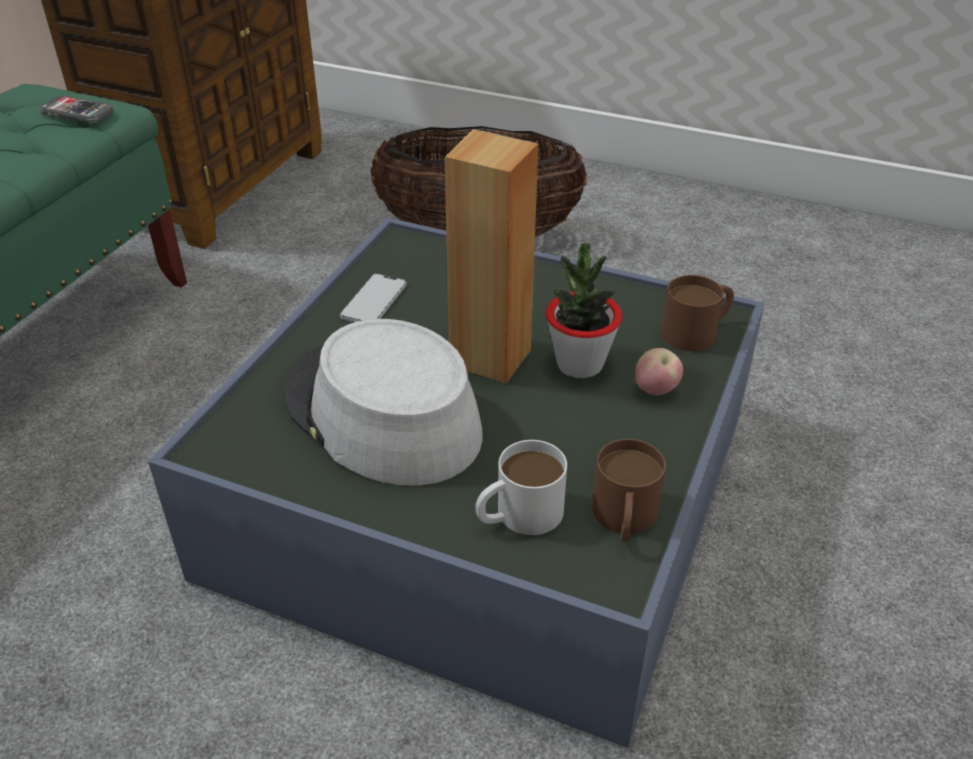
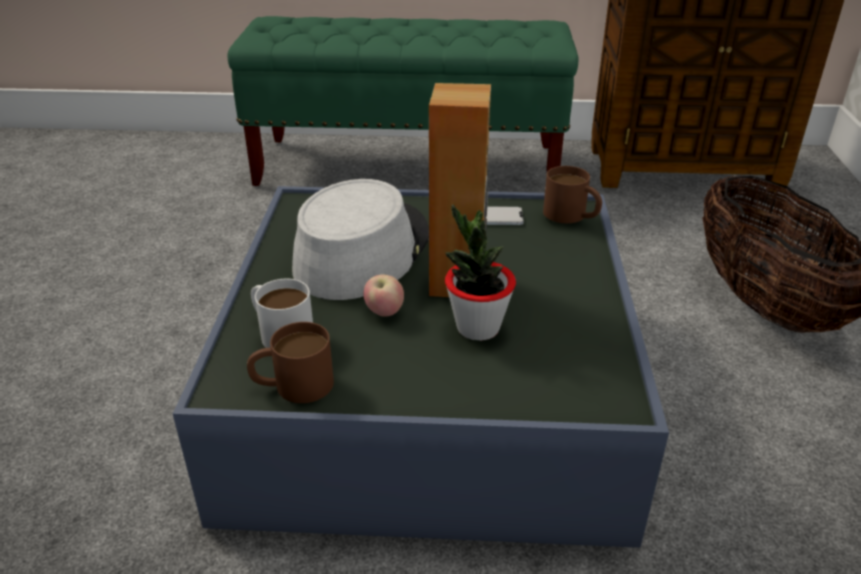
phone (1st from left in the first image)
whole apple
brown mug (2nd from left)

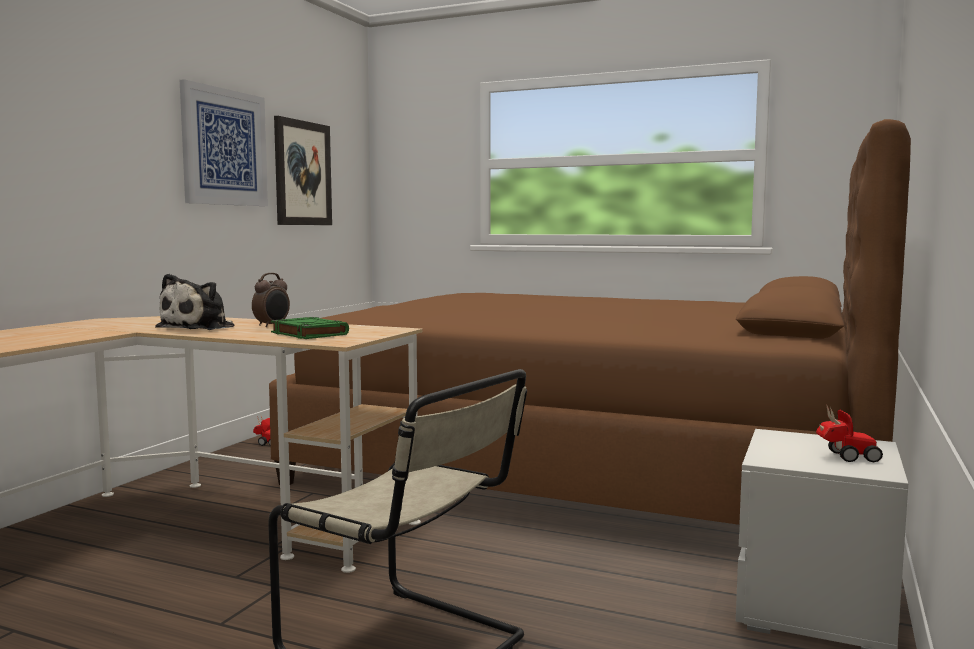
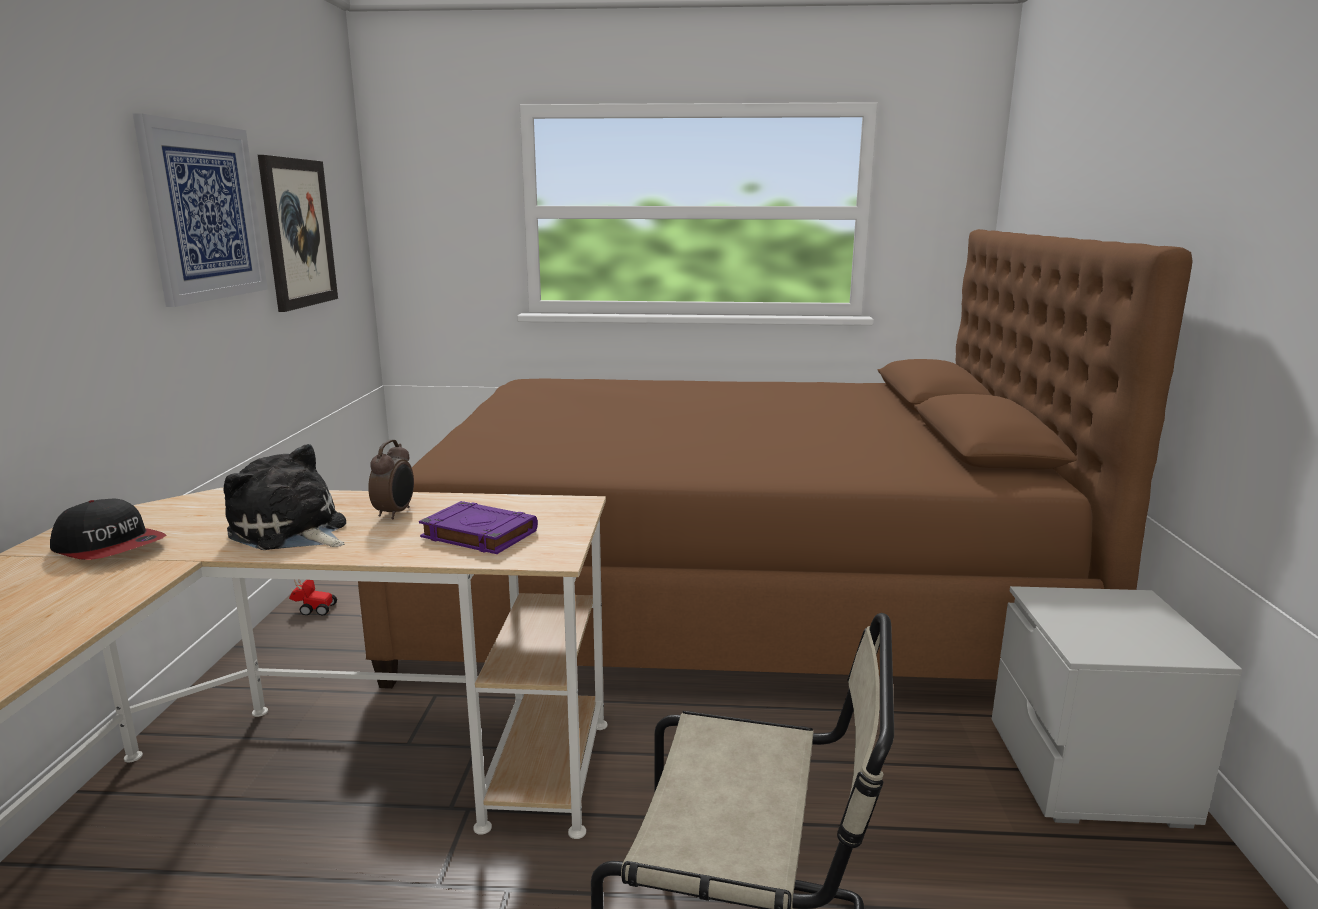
miniature car (2nd from left in the first image)
cap
purple volume
plush toy

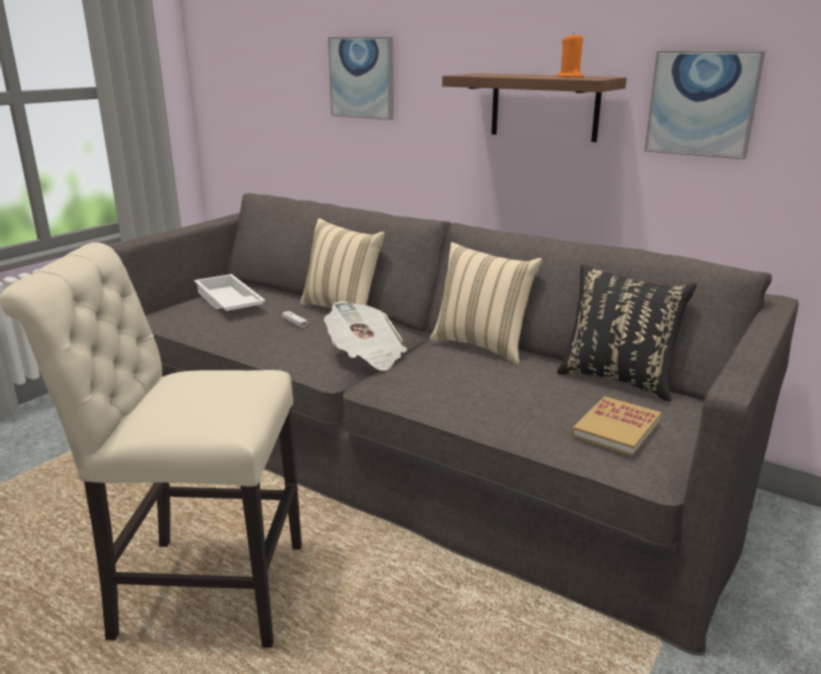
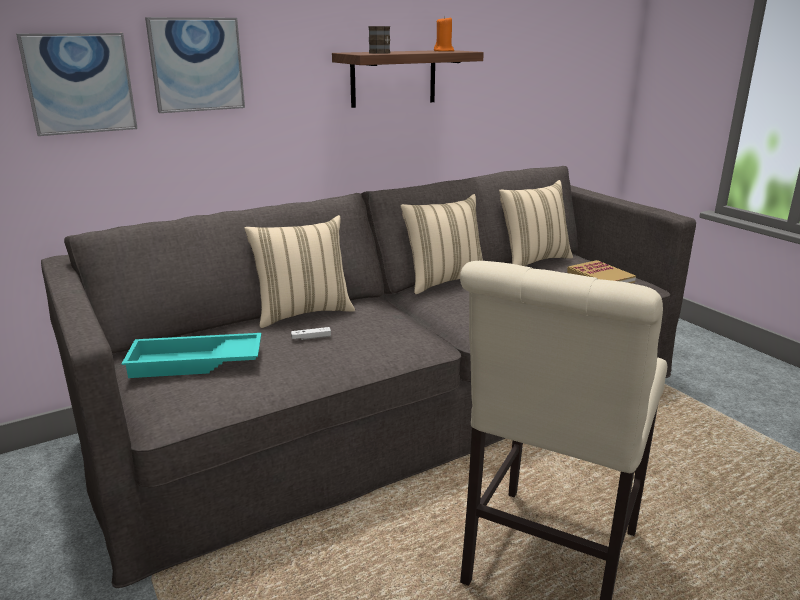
newspaper
brown mug
picture (1st from left)
turquoise-coloured tray
beige-coloured throw pillow (3rd from left)

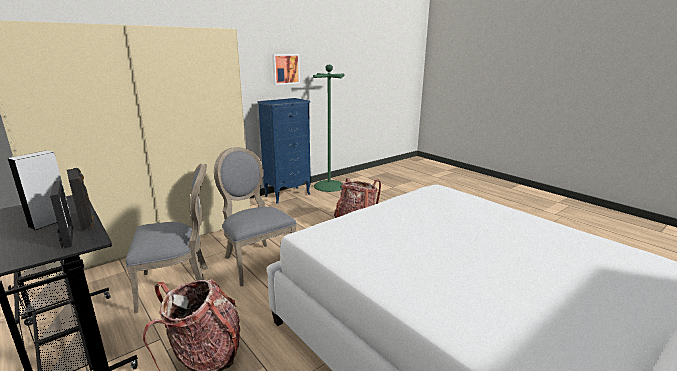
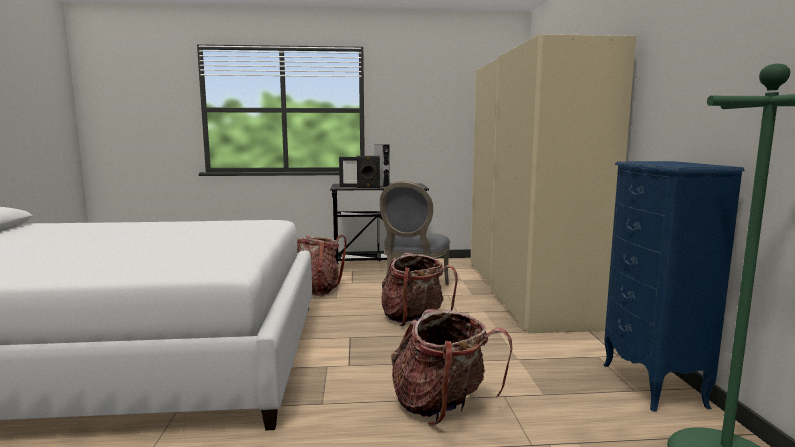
picture
rucksack (2nd from left)

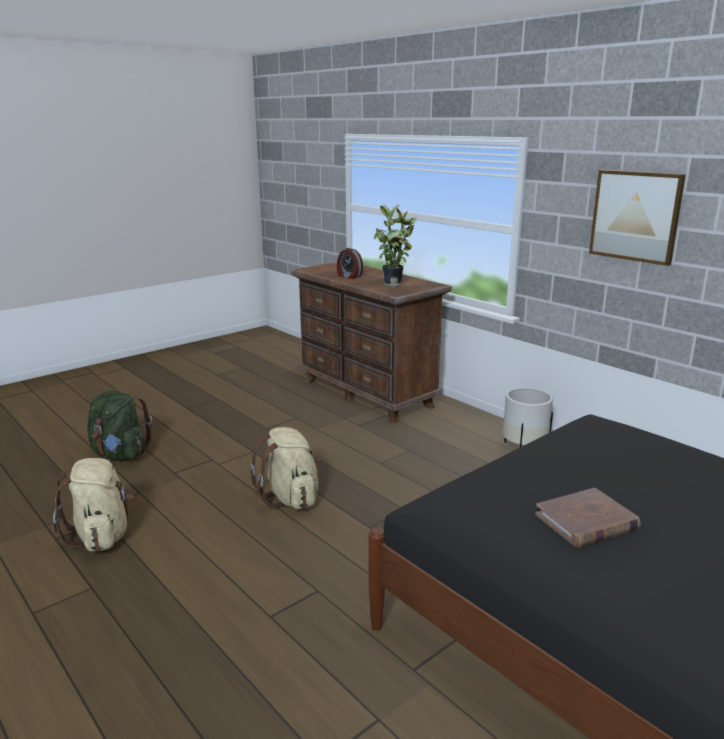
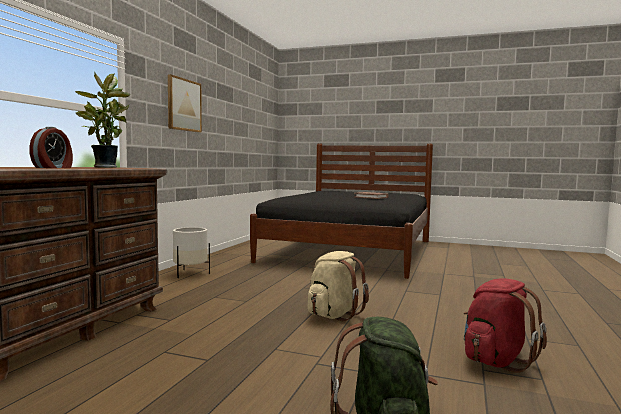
red rucksack

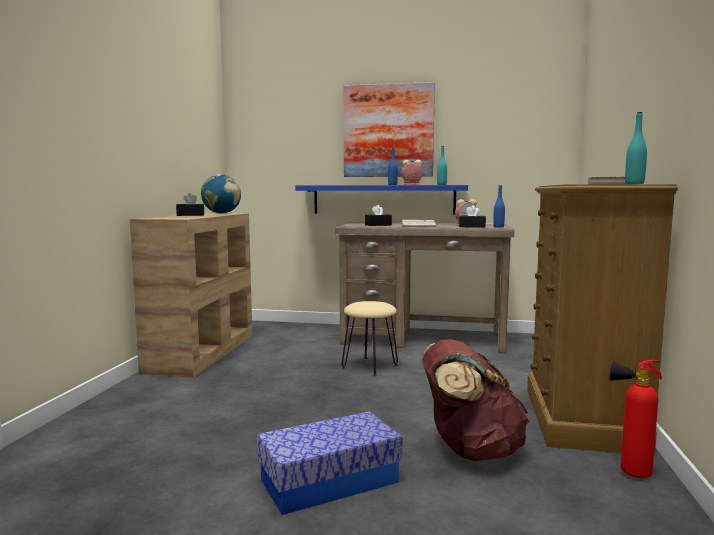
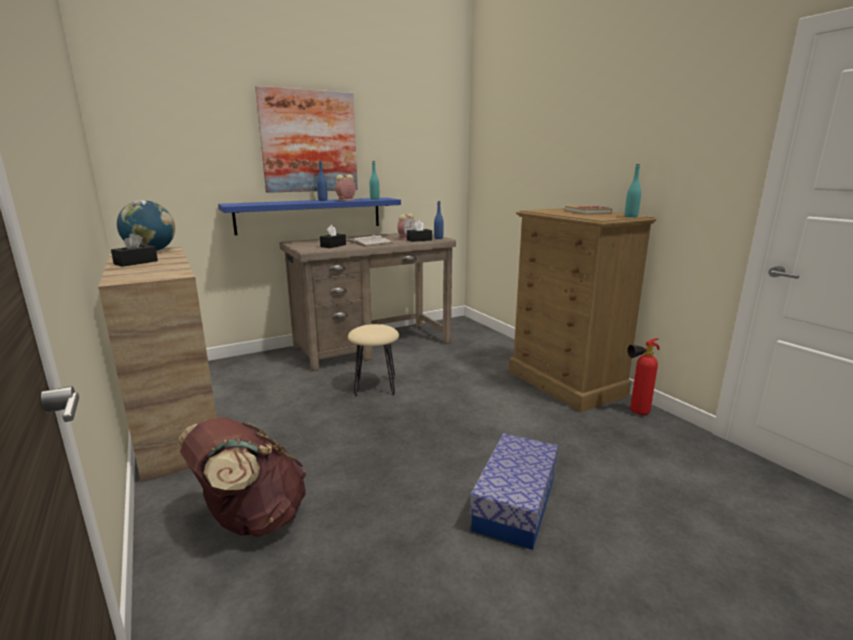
brown rucksack

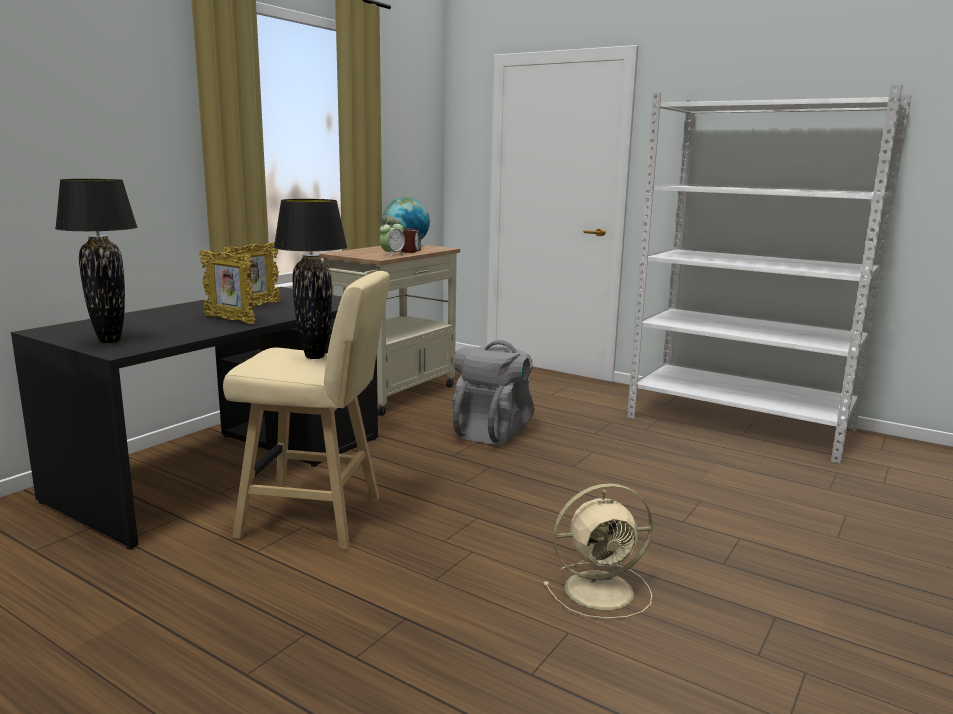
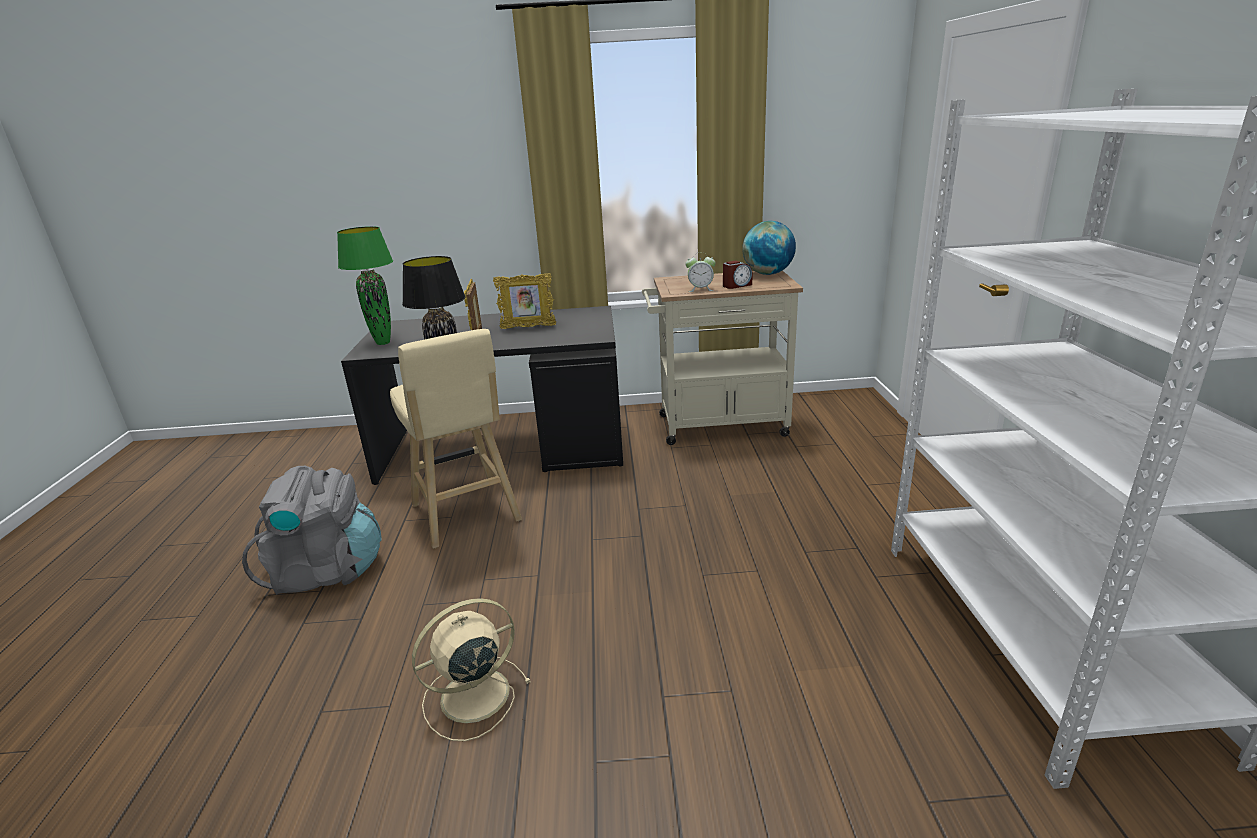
grey rucksack
green lamp for a table
beige-coloured electric fan

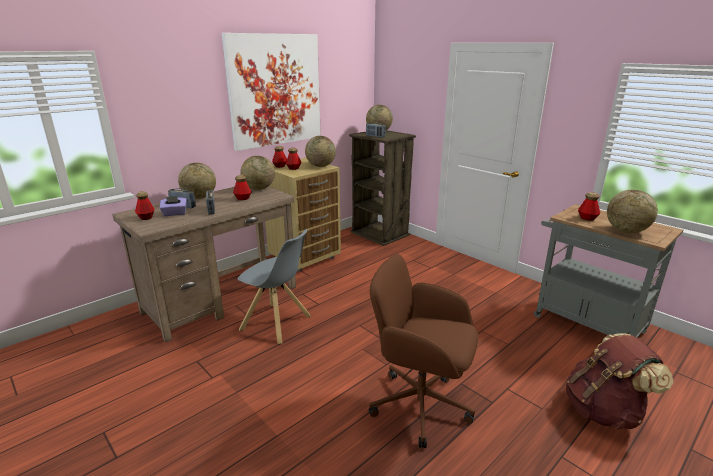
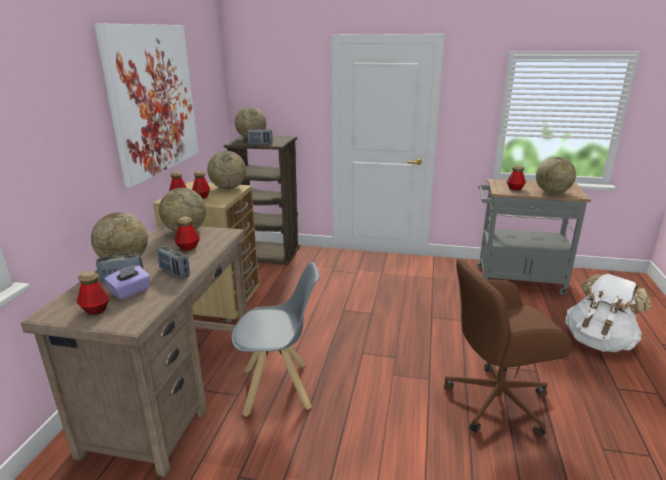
white rucksack

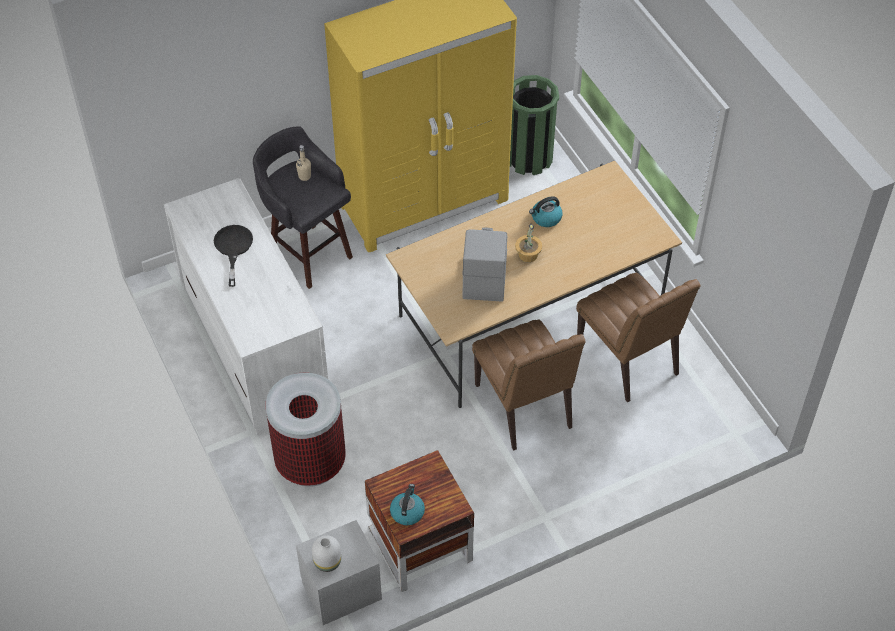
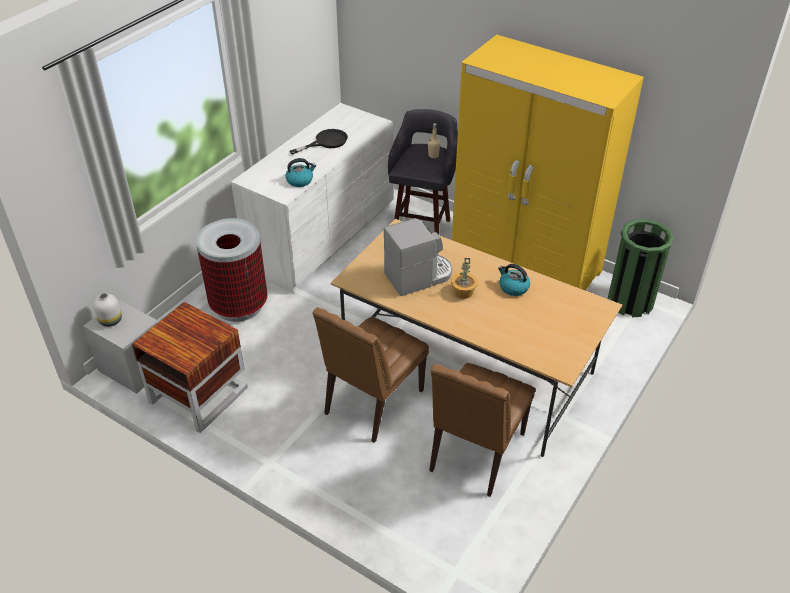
water kettle (1st from left)

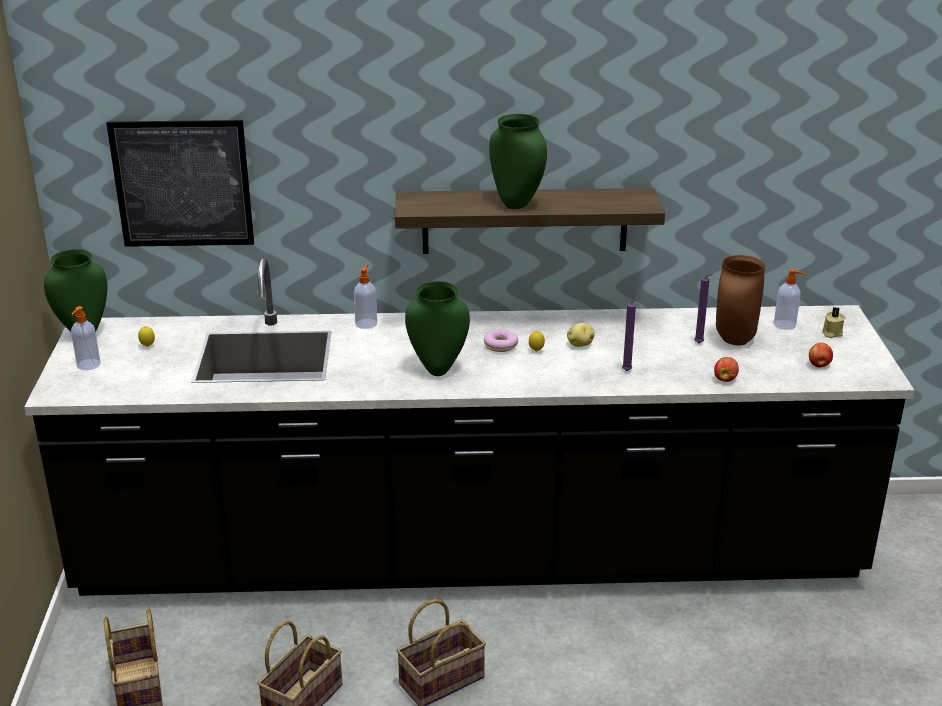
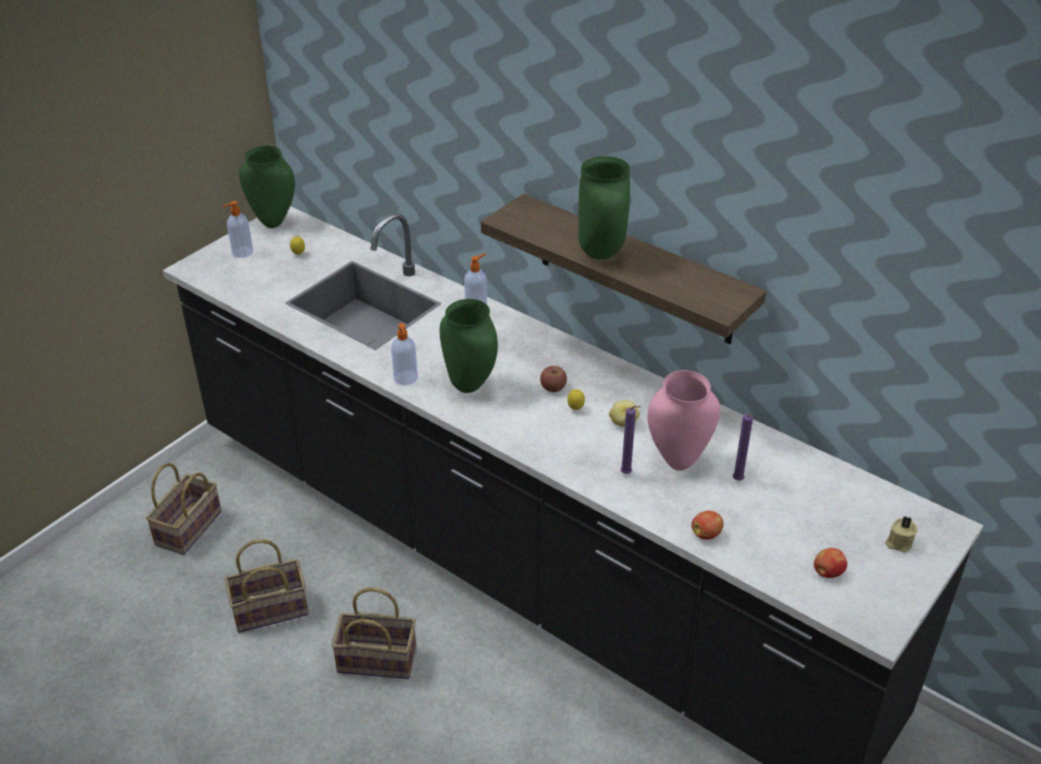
picture
brown vase
pink vase
soap dispenser (2nd from left)
whole apple (1st from left)

